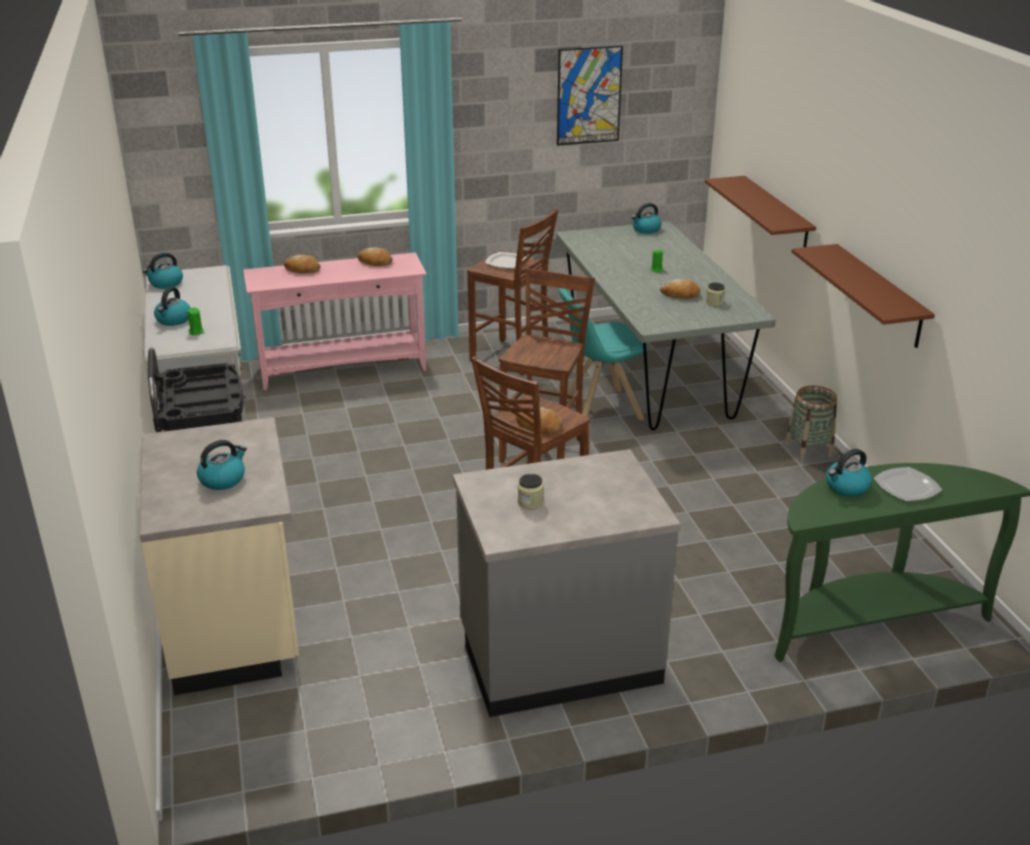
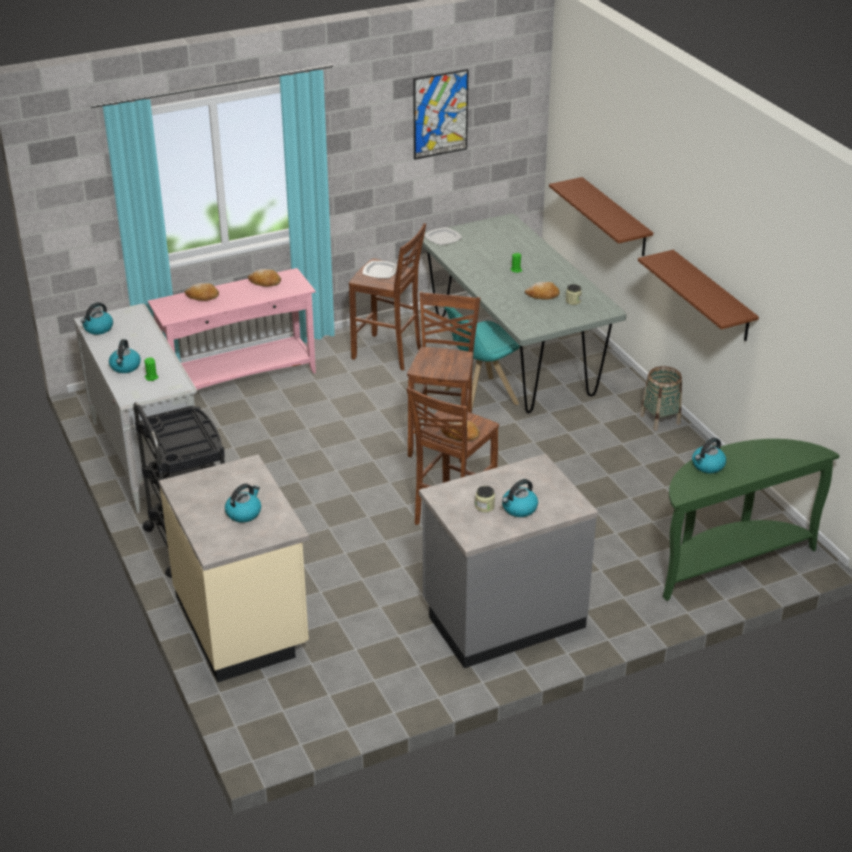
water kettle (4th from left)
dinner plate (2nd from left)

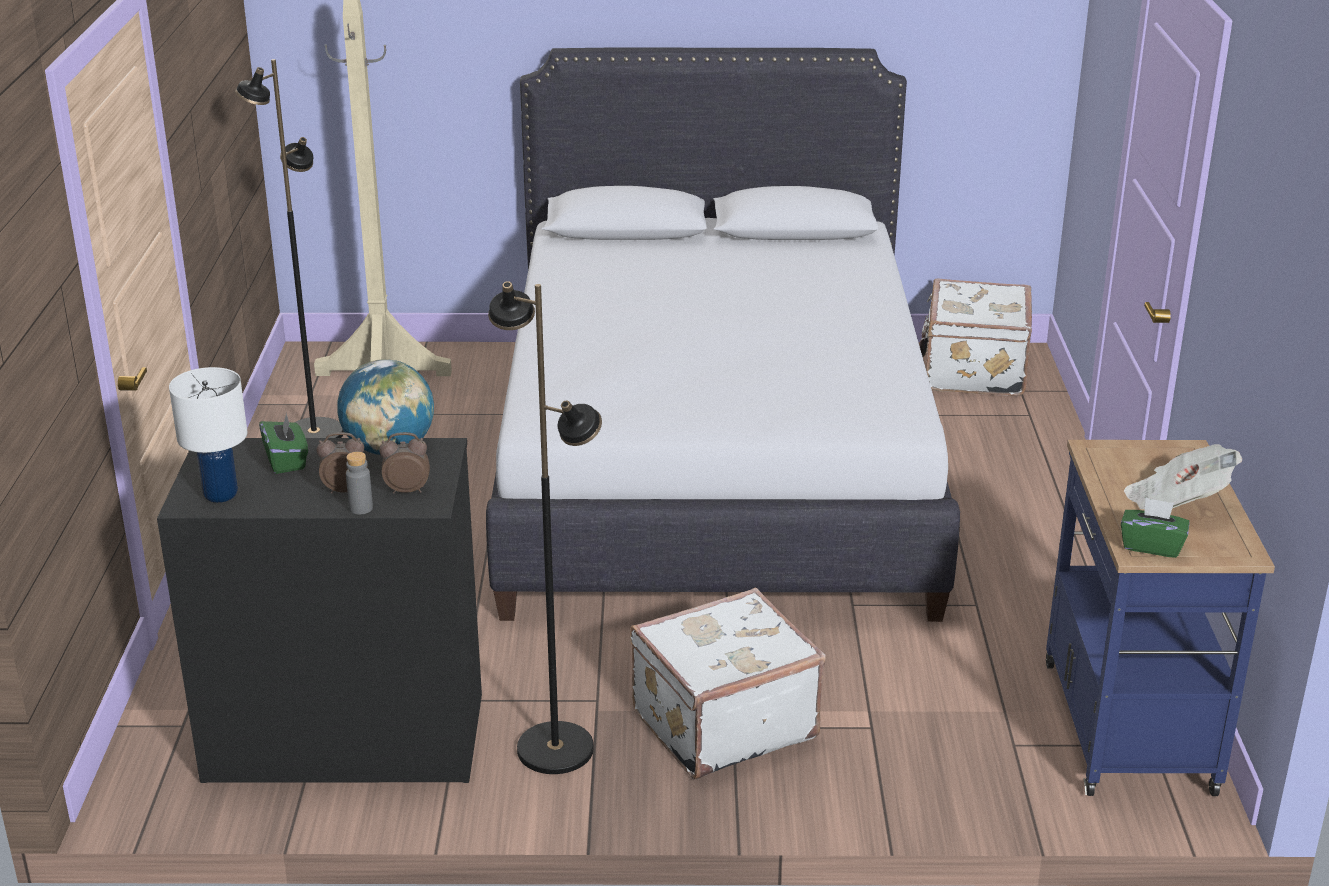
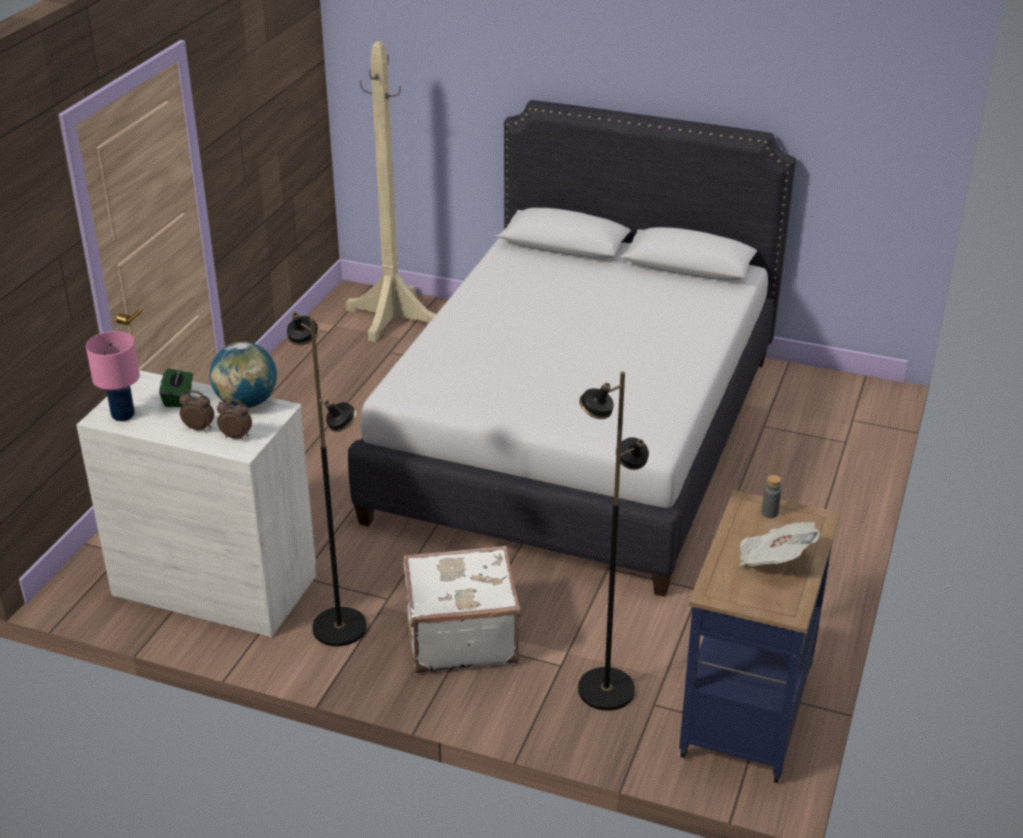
white travel case (2nd from left in the first image)
green tissue holder (2nd from left in the first image)
blackish floor lamp (2nd from left)
grey bottle
white chest of drawers
pink lamp for a table

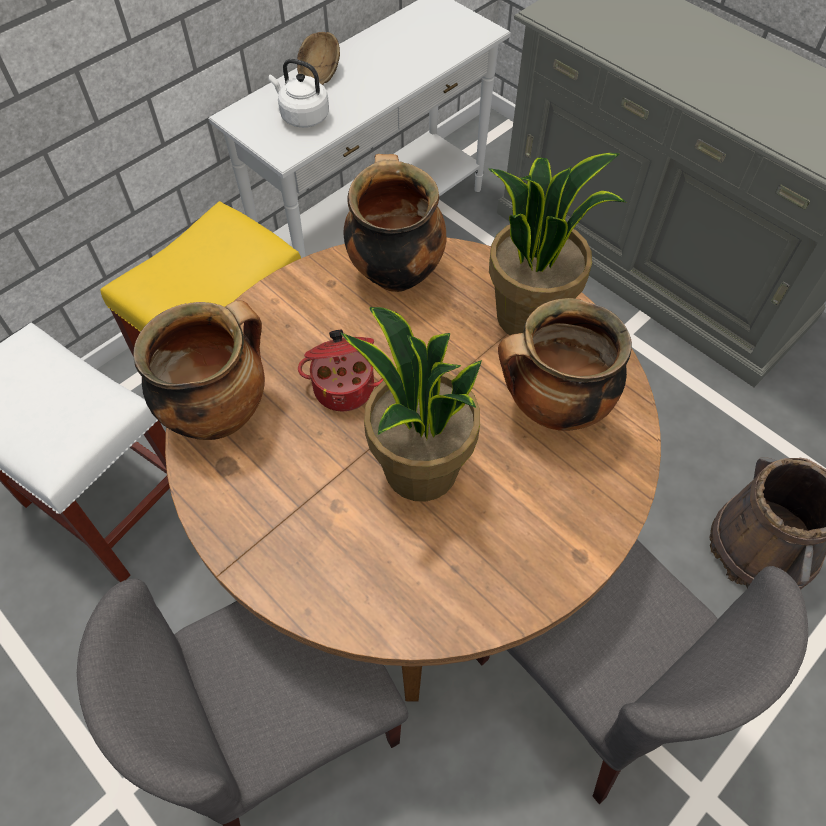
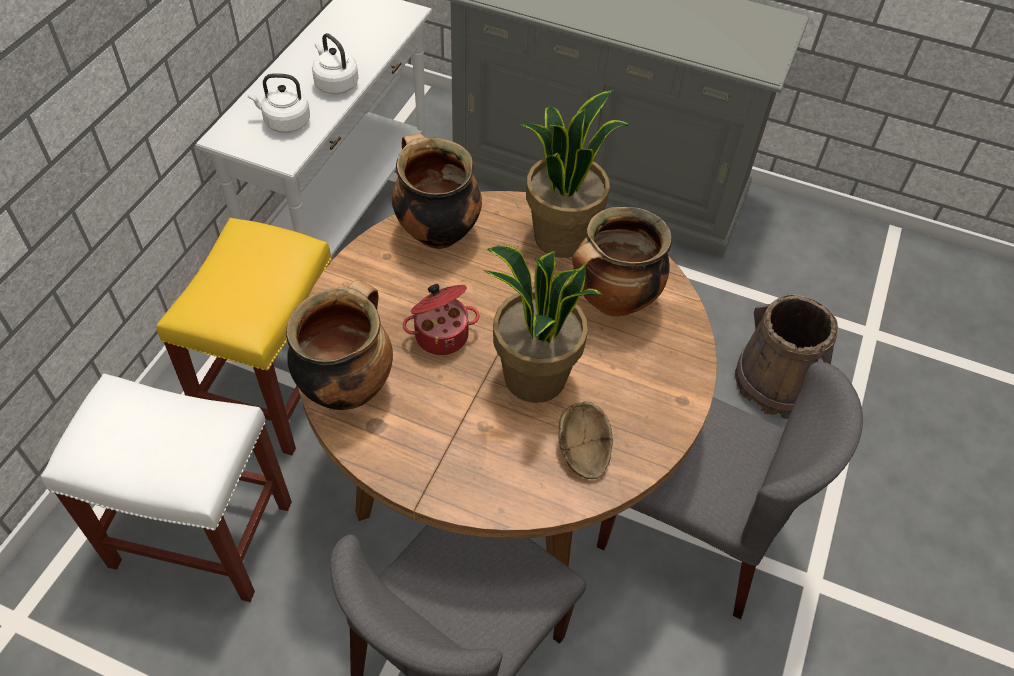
white water kettle (2nd from left)
brown deep dish

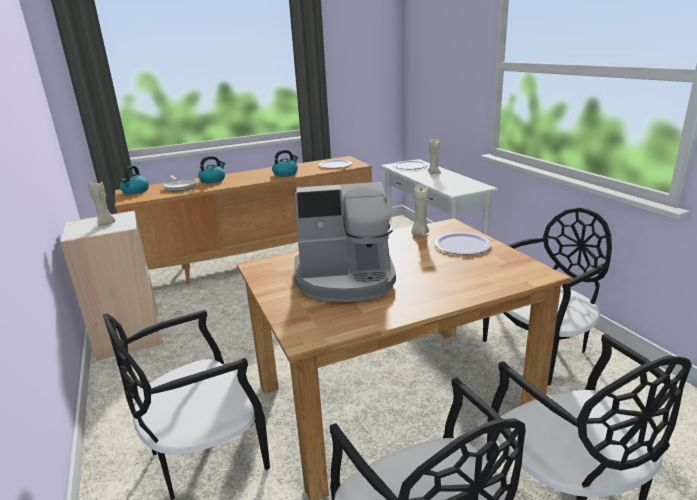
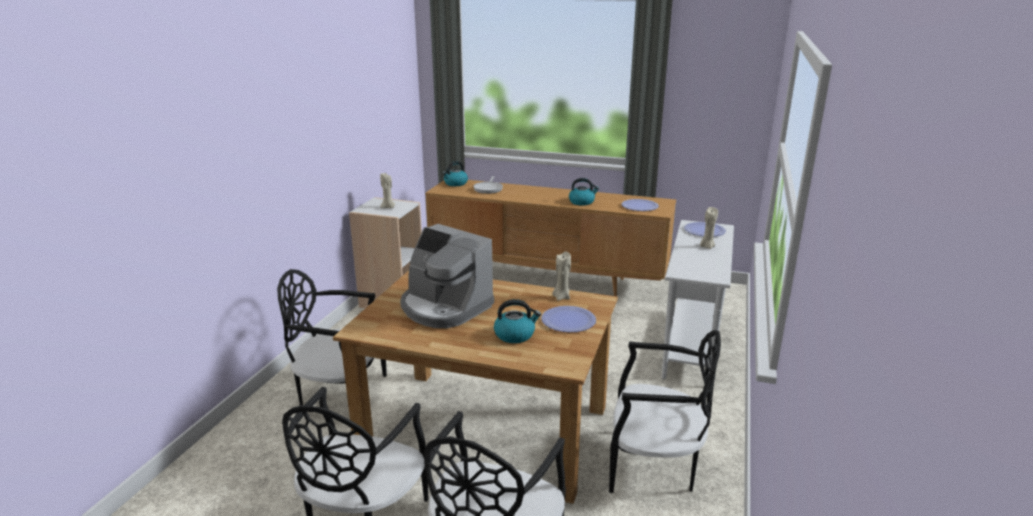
water kettle (2nd from left)

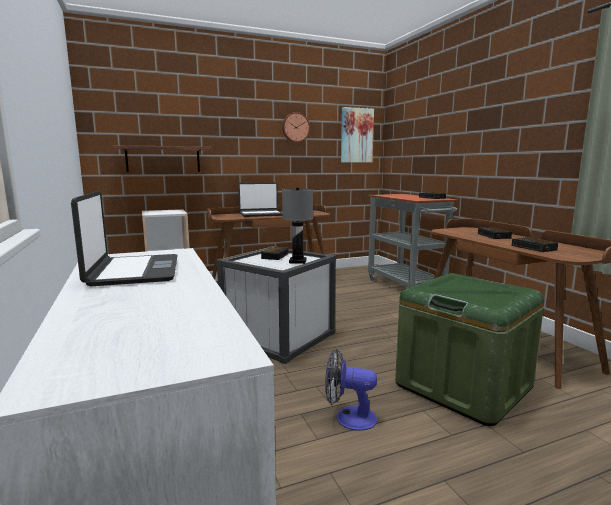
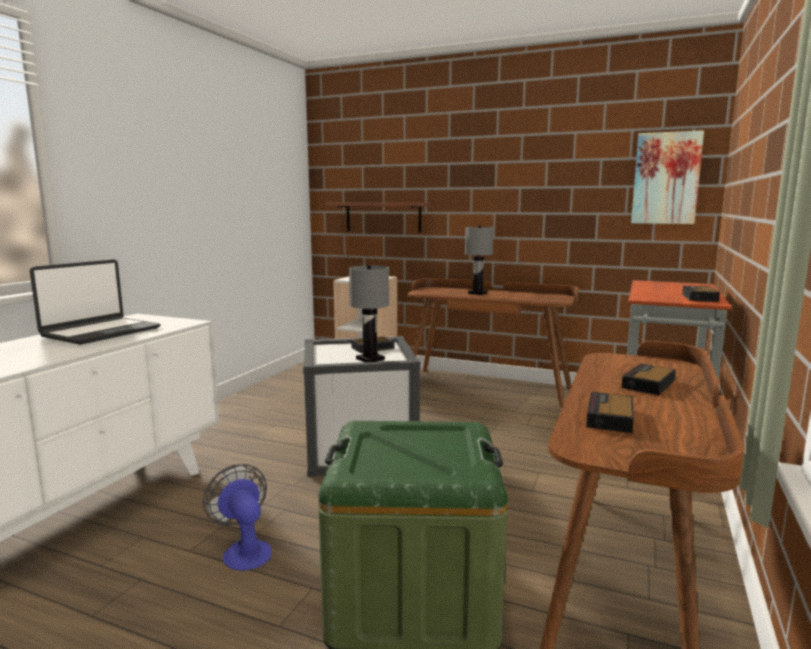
wall clock
grey lamp for a table (2nd from left)

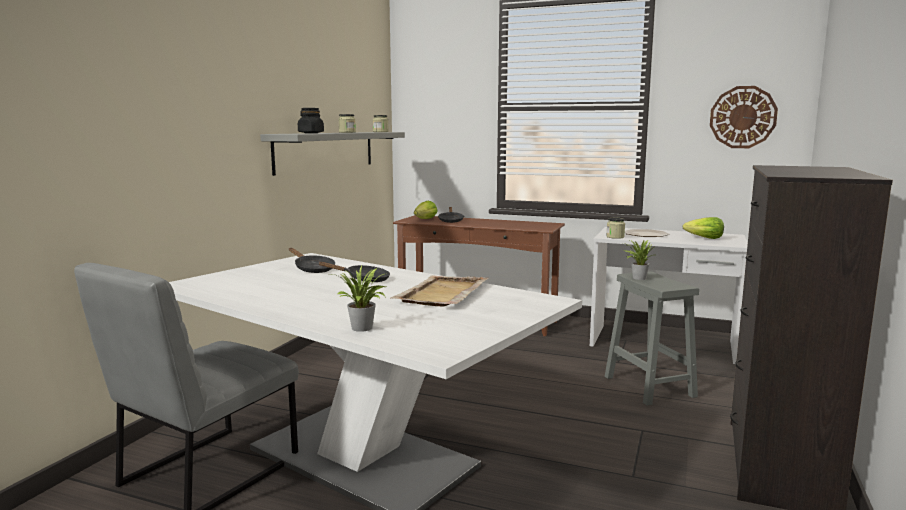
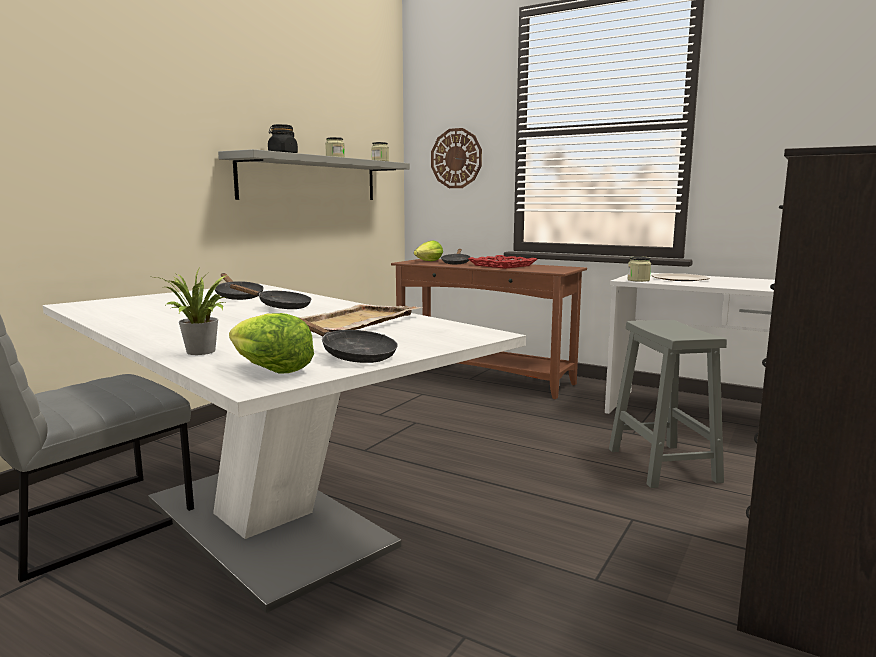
houseplant (2nd from left in the first image)
blackish pan (3rd from left)
red tray
lettuce head (1st from left)
wall clock

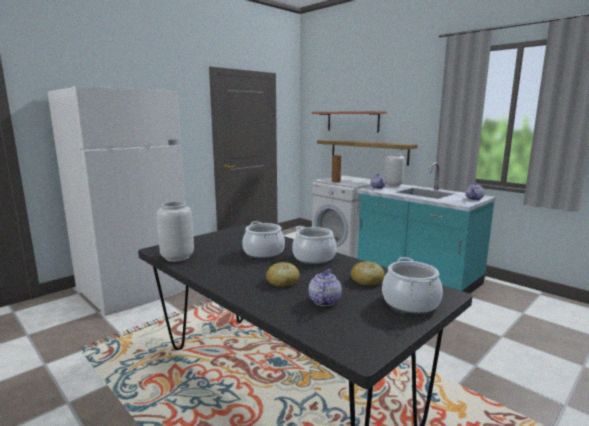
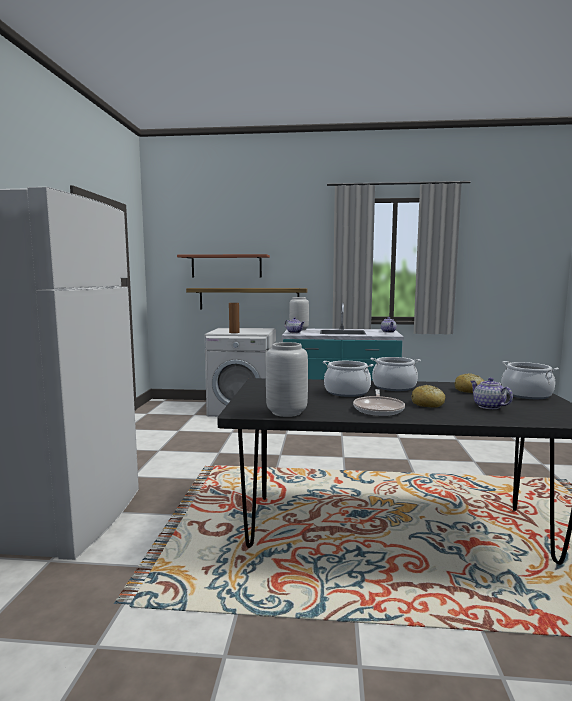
pan

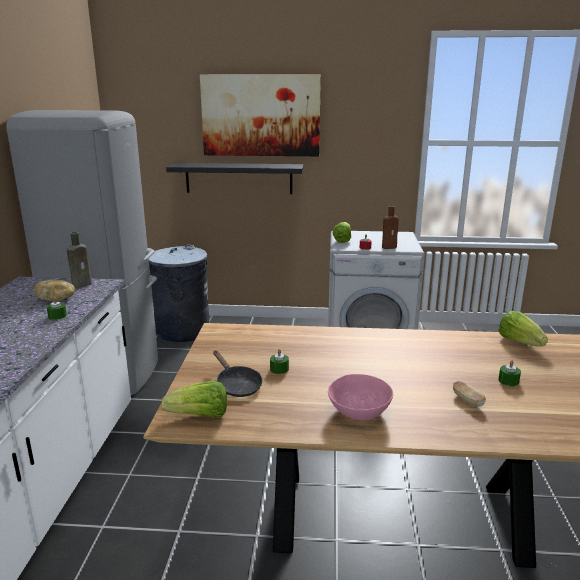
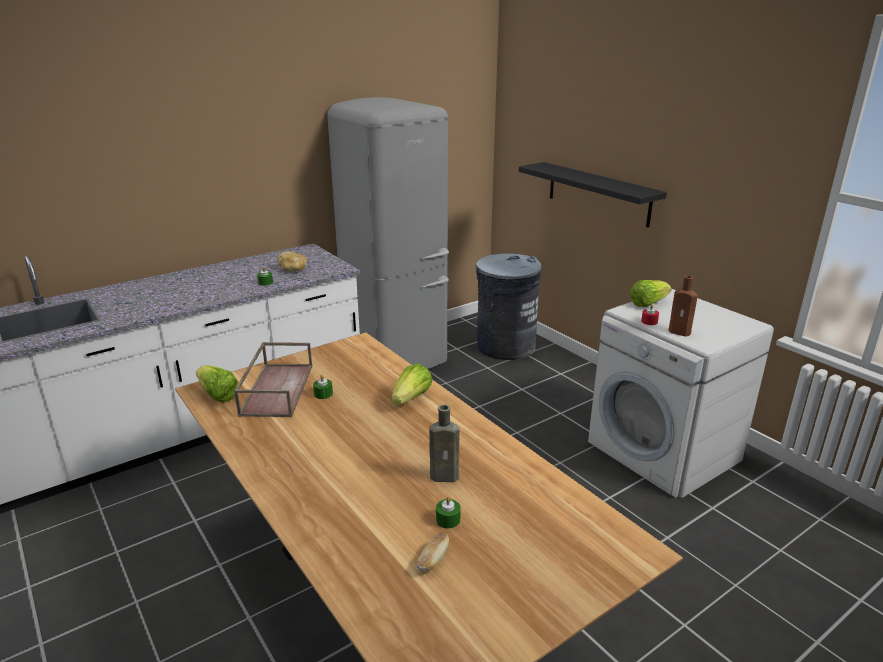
picture
pink deep dish
brown bottle (1st from left)
baked bread (2nd from left)
lettuce head (2nd from left)
brown tray

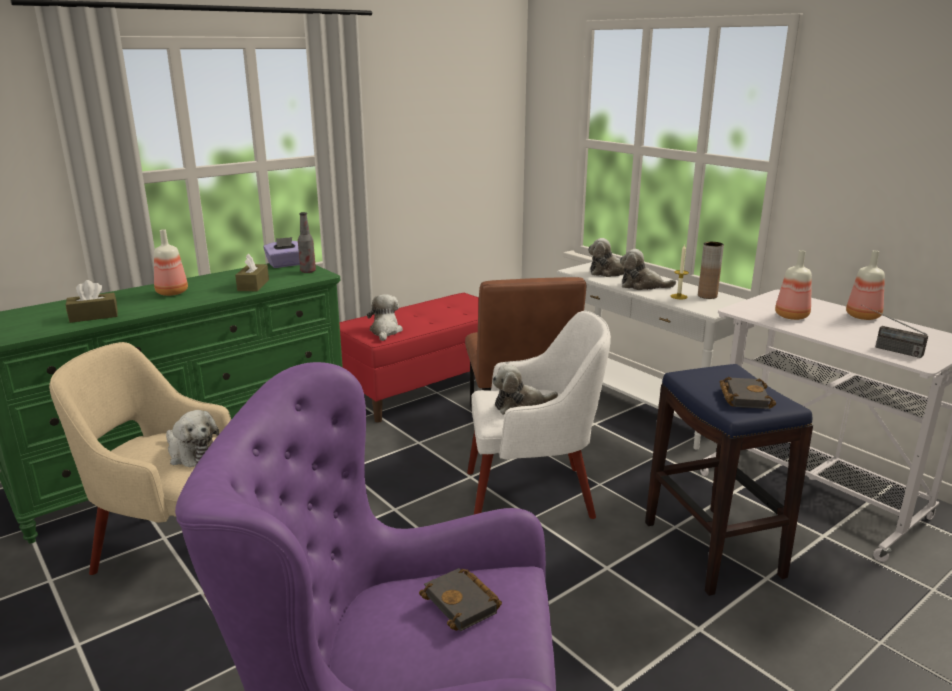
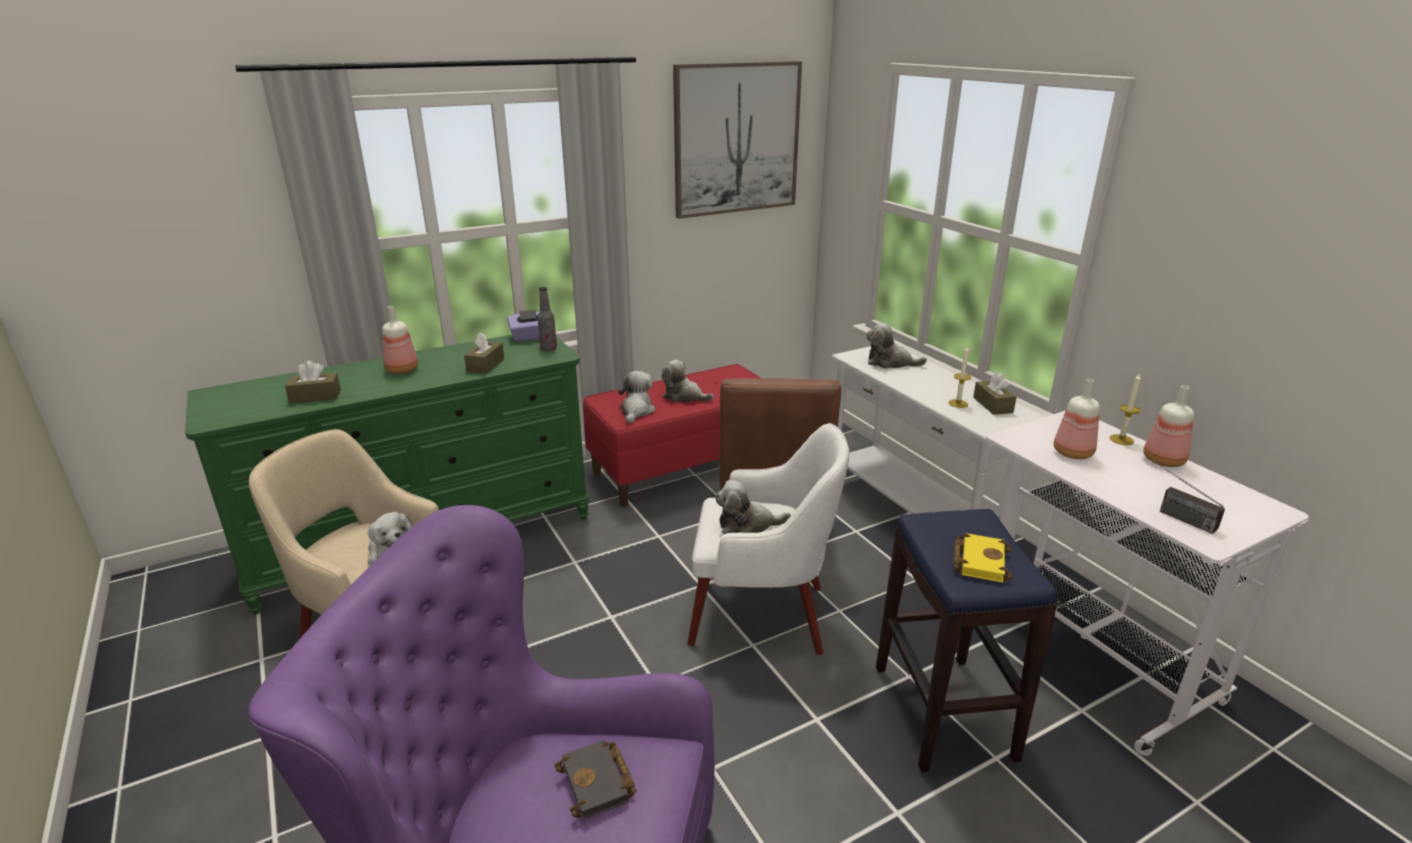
picture
wax candle (2nd from left)
plush toy (3rd from left)
brown tissue holder (3rd from left)
yellowish volume

